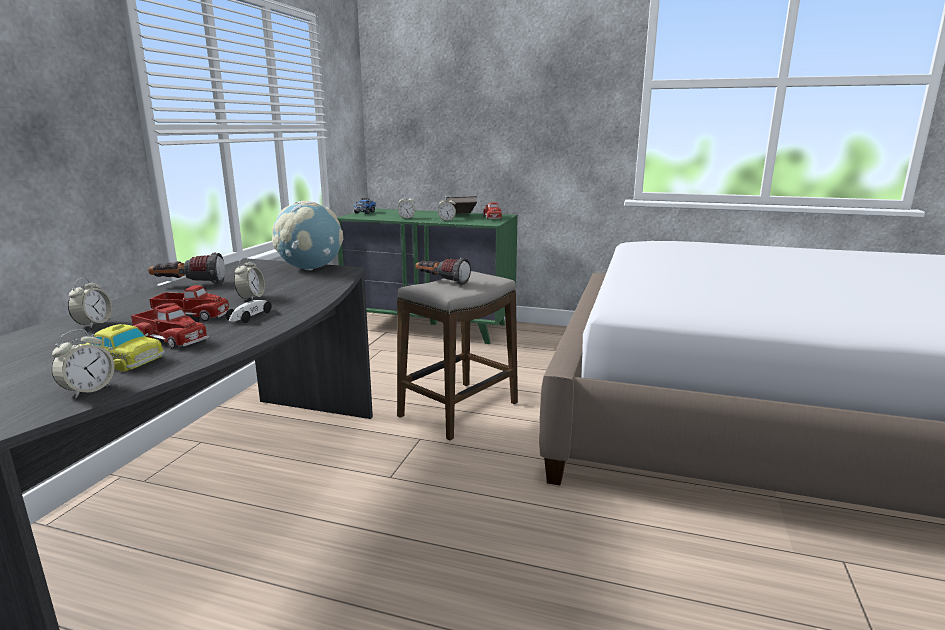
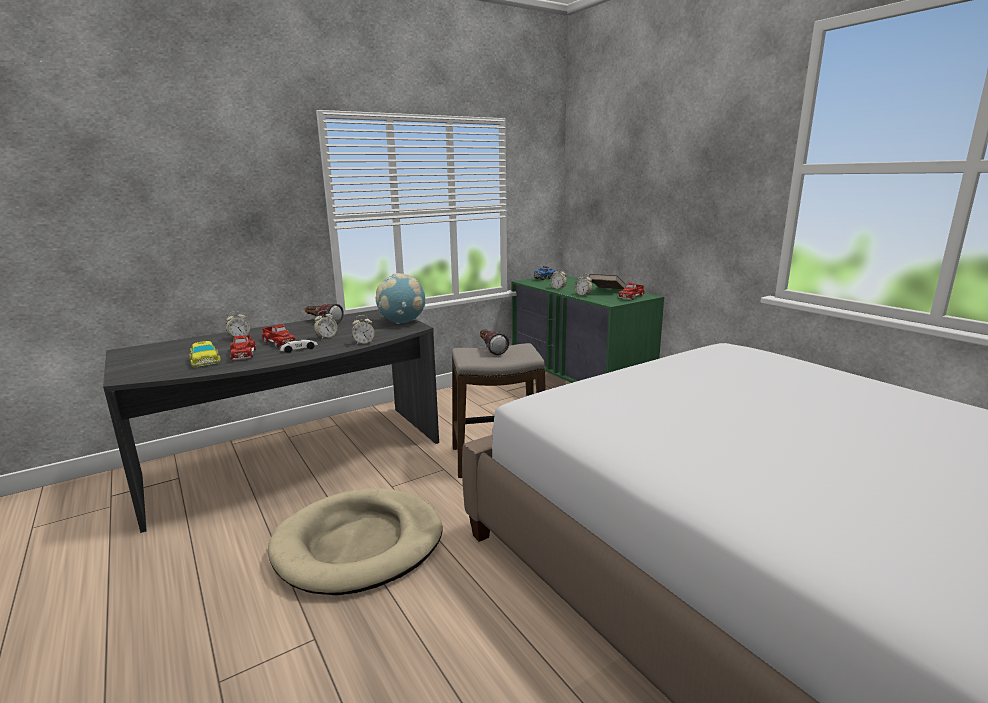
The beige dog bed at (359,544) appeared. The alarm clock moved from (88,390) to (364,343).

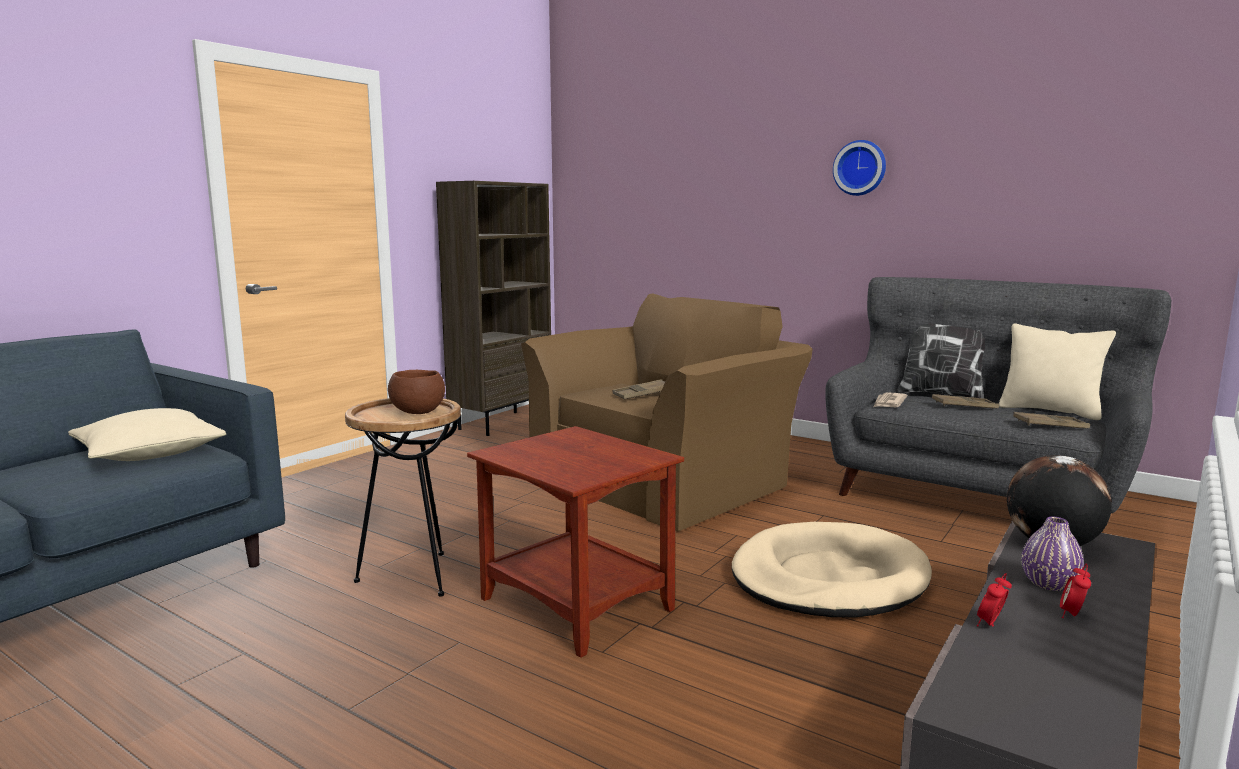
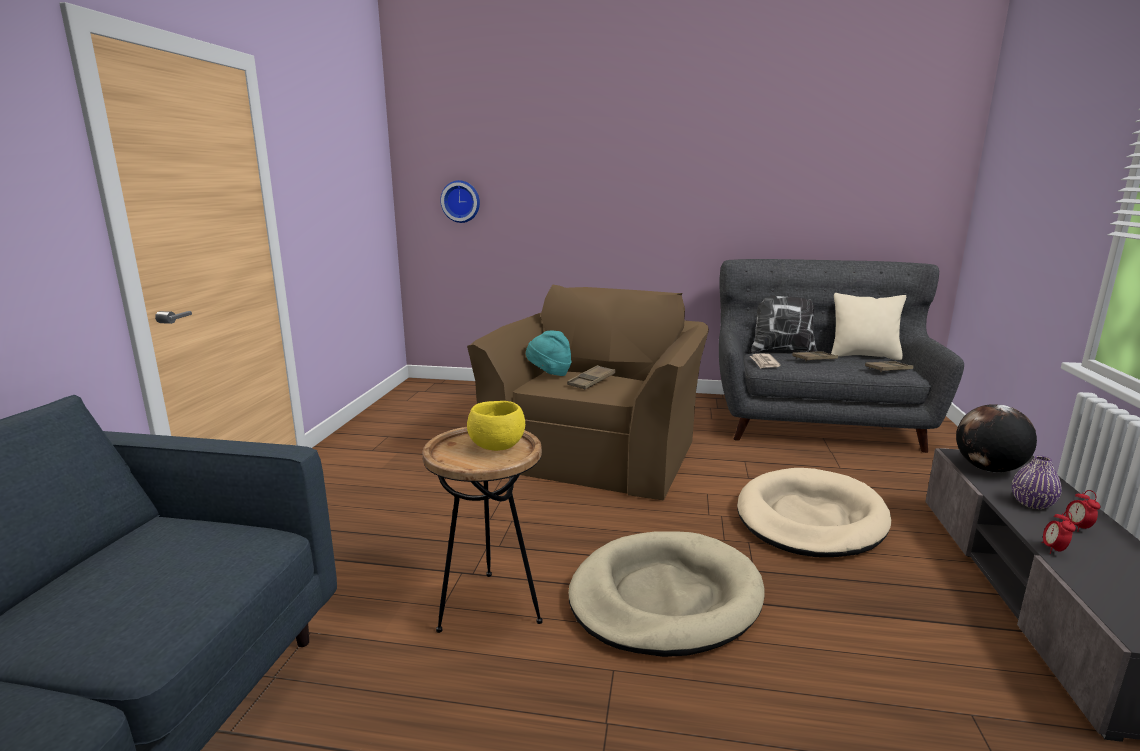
The beige pillow at (150,453) disappeared. The brown bookcase at (501,423) disappeared. The turquoise hat at (549,374) appeared. The wall clock moved from (860,168) to (461,201). The brown side table at (574,605) was replaced by the beige dog bed at (664,598). The brown bowl at (418,412) became the yellow bowl at (497,447).

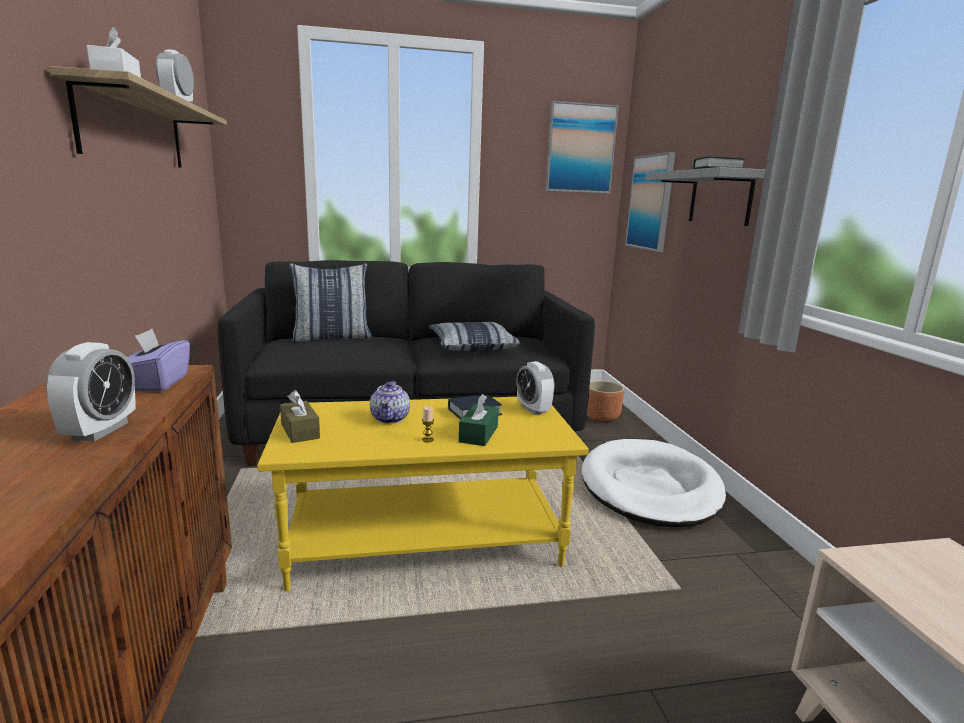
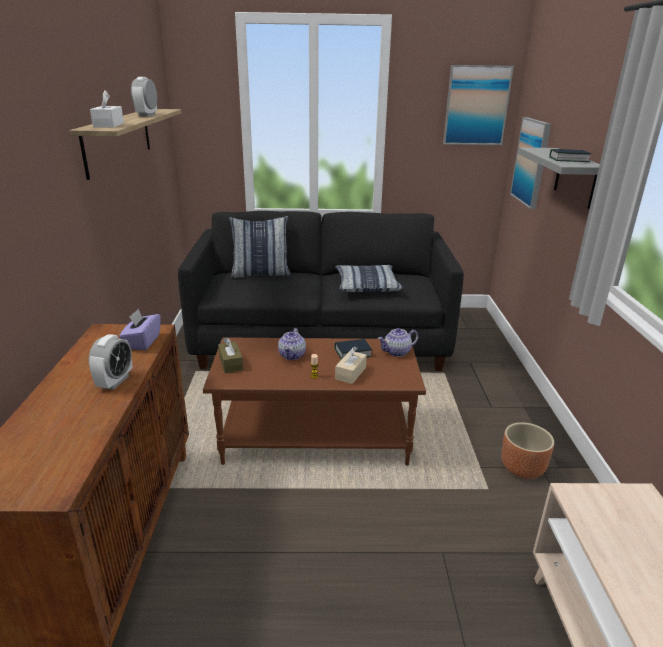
The white dog bed at (650,488) disappeared. The brown planter moved from (601,418) to (522,468). The alarm clock at (533,409) was replaced by the teapot at (397,352). The yellow coffee table at (425,539) became the brown coffee table at (316,436). The green tissue box at (478,434) became the beige tissue box at (350,373).

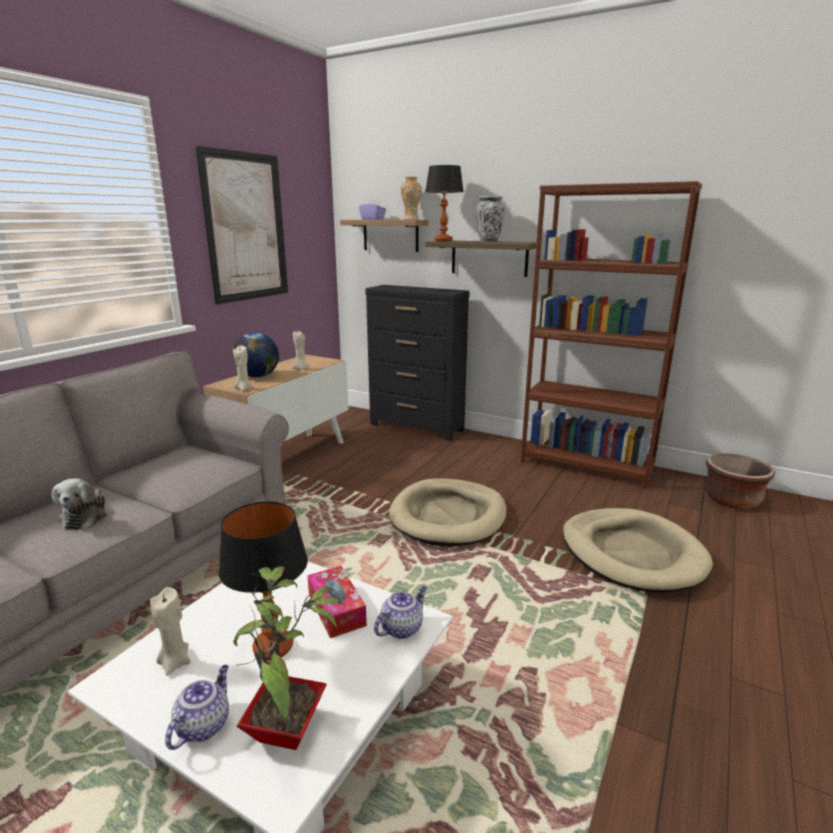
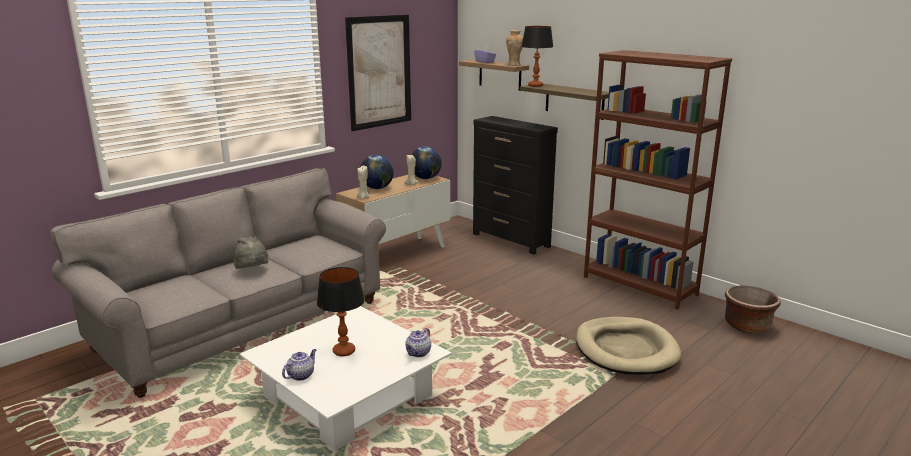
The beige candle at (175,662) disappeared. The potted plant at (290,731) disappeared. The tissue box at (336,609) disappeared. The beige dog bed at (448,516) disappeared. The vase at (488,242) disappeared. The globe at (425,178) appeared. The plush toy at (85,516) was replaced by the grey hat at (252,271). The teapot at (402,627) turned 150 degrees clockwise.

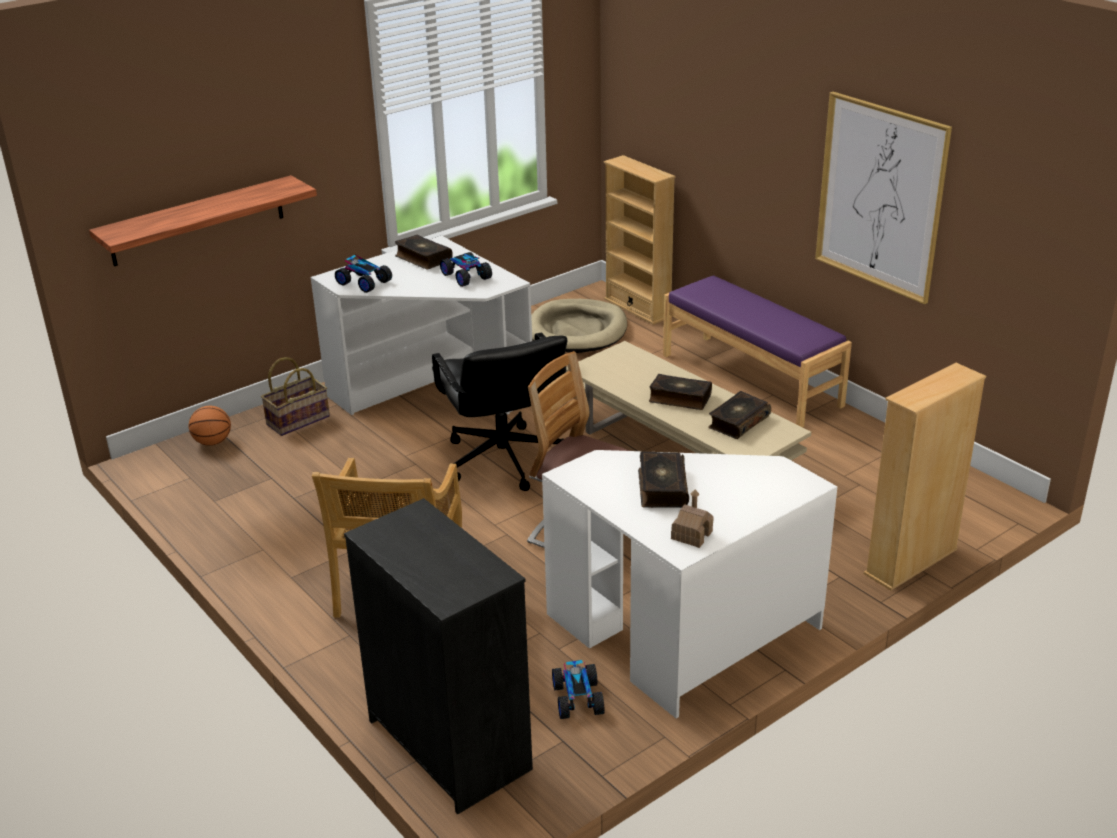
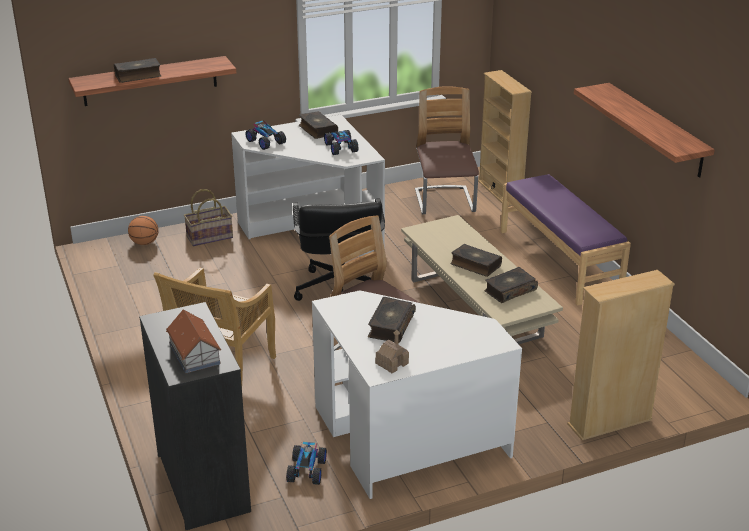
The book at (138,76) appeared. The toy house at (194,354) appeared. The beige dog bed at (577,330) was replaced by the chair at (444,202). The picture at (880,197) was replaced by the shelf at (656,130).

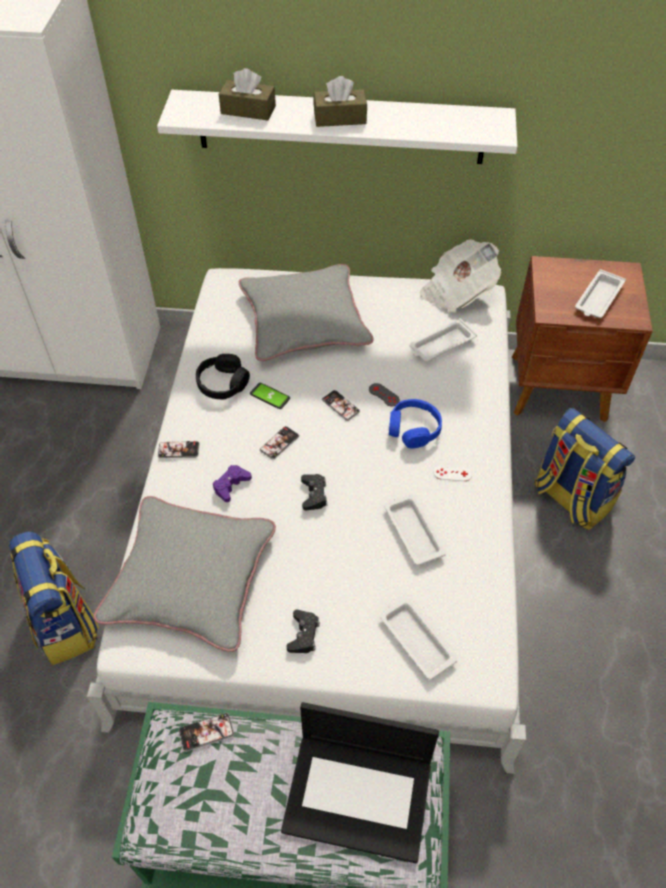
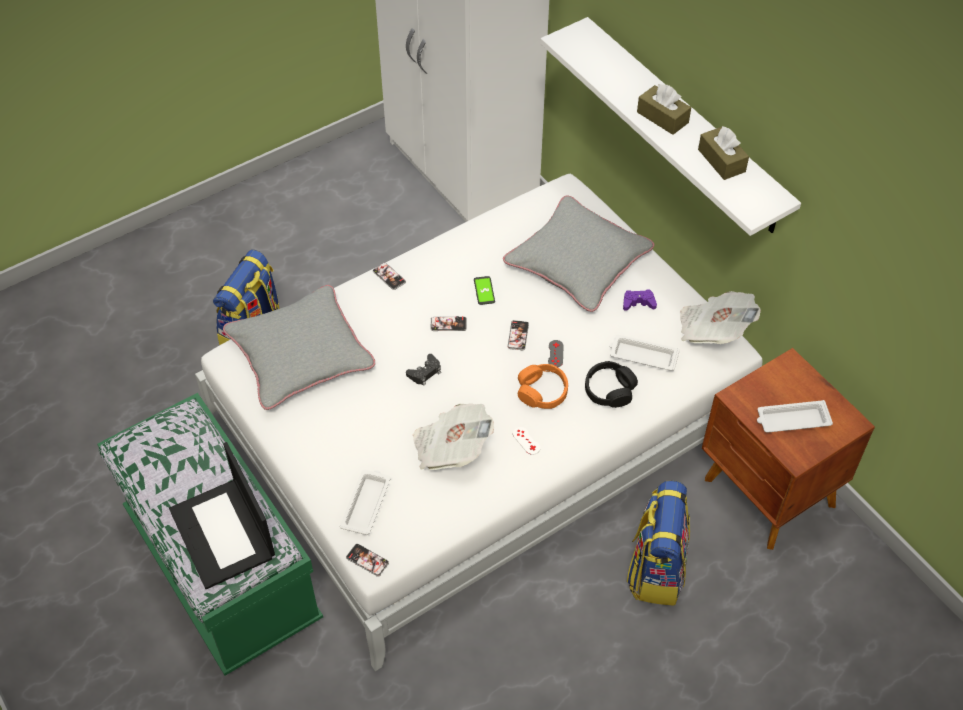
The black game controller at (303,634) disappeared. The phone moved from (206,732) to (367,560). The black headphones moved from (222,383) to (609,390). The purple game controller moved from (231,485) to (638,303). The brown tissue box moved from (248,110) to (721,160). The white tray at (413,531) was replaced by the newspaper at (451,448). The blue headphones at (413,429) became the orange headphones at (542,391).

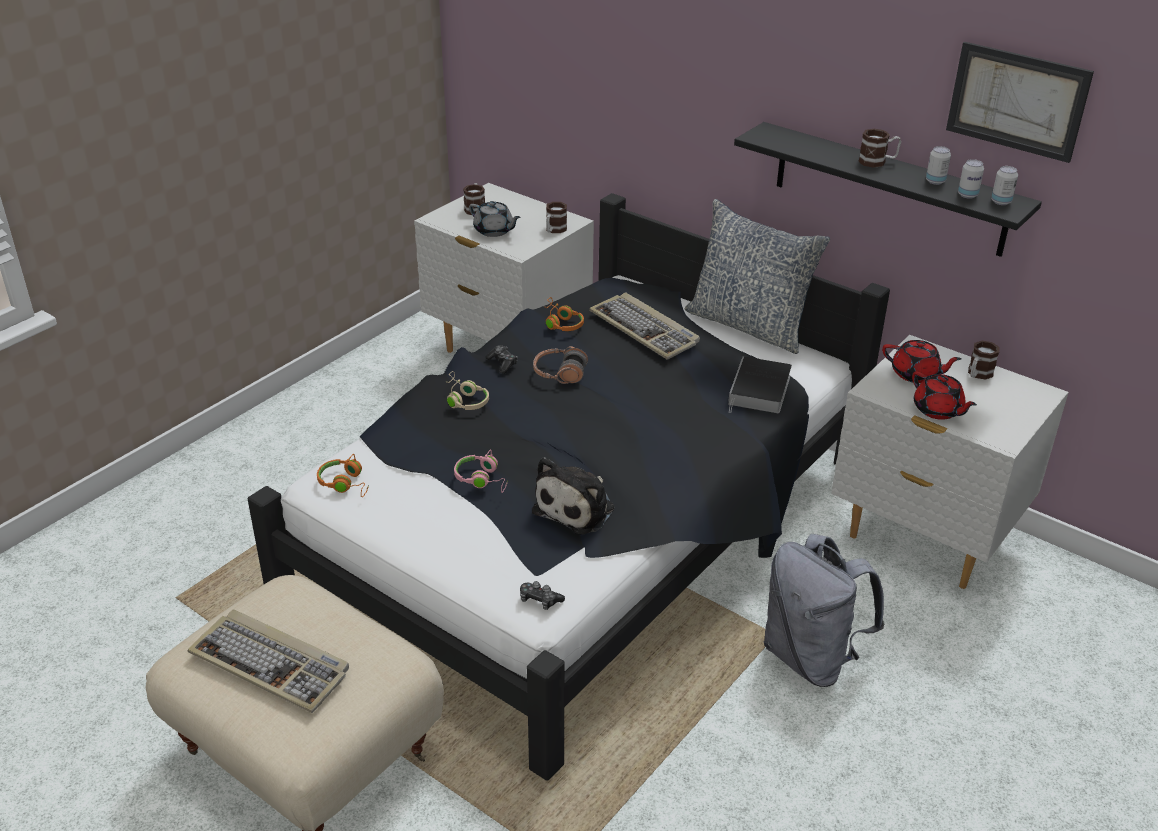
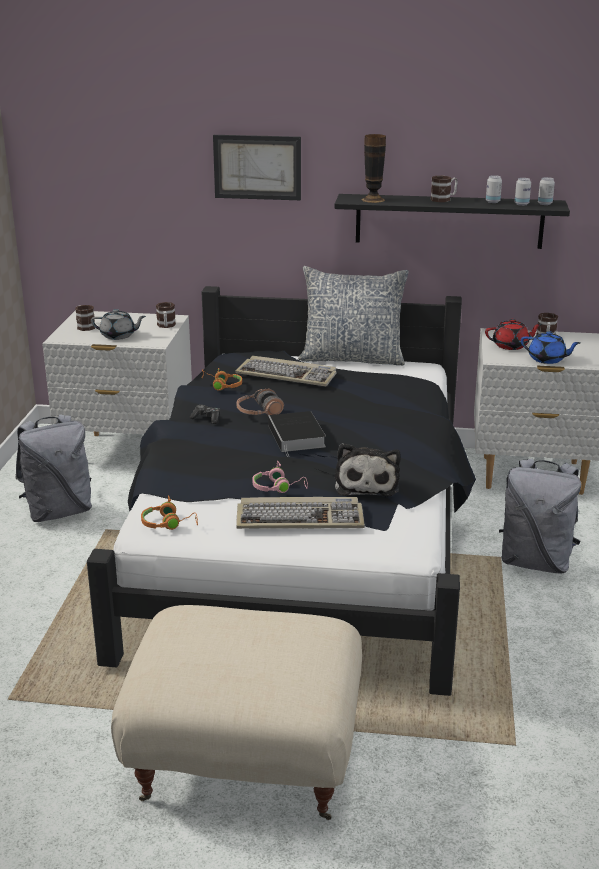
The beige headphones at (464,399) disappeared. The game controller at (539,600) disappeared. The grey backpack at (59,512) appeared. The vase at (373,199) appeared. The keyboard moved from (272,664) to (300,518). The book moved from (760,391) to (297,437). The picture moved from (1017,101) to (257,167). The red teapot at (938,410) became the blue teapot at (547,359).

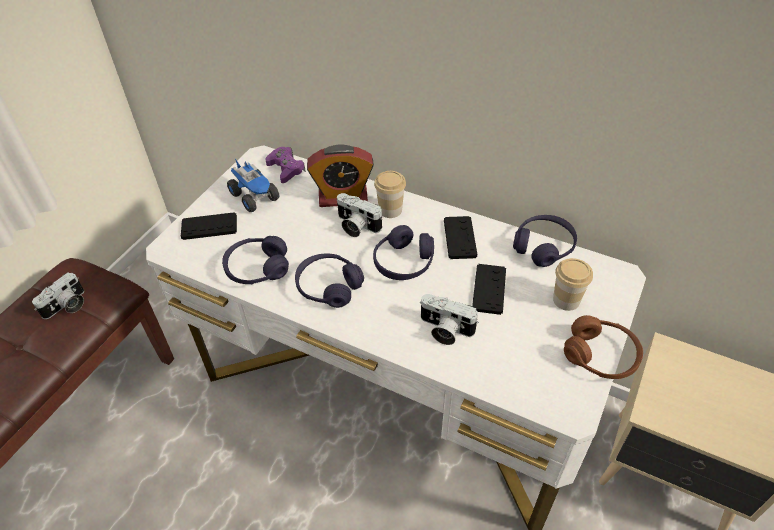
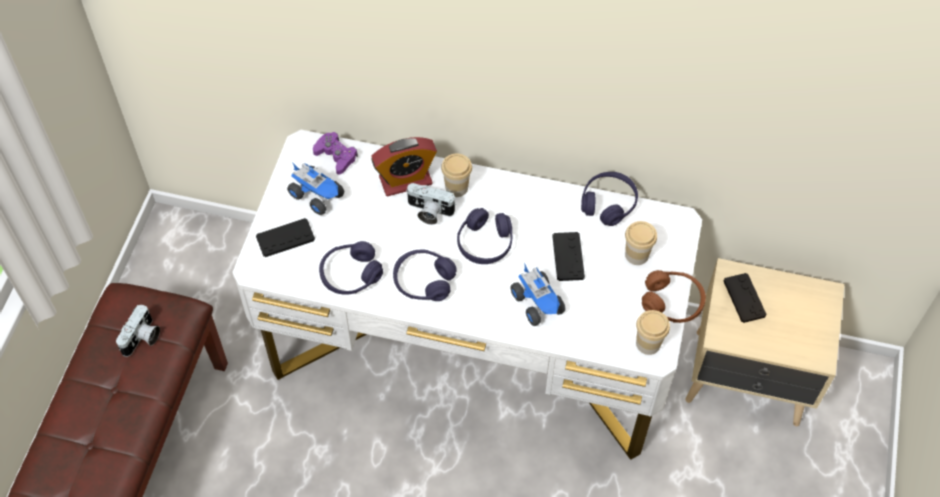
The cup at (648,343) appeared. The black game controller moved from (460,238) to (744,298). The photo camera at (444,330) was replaced by the toy truck at (538,303).

